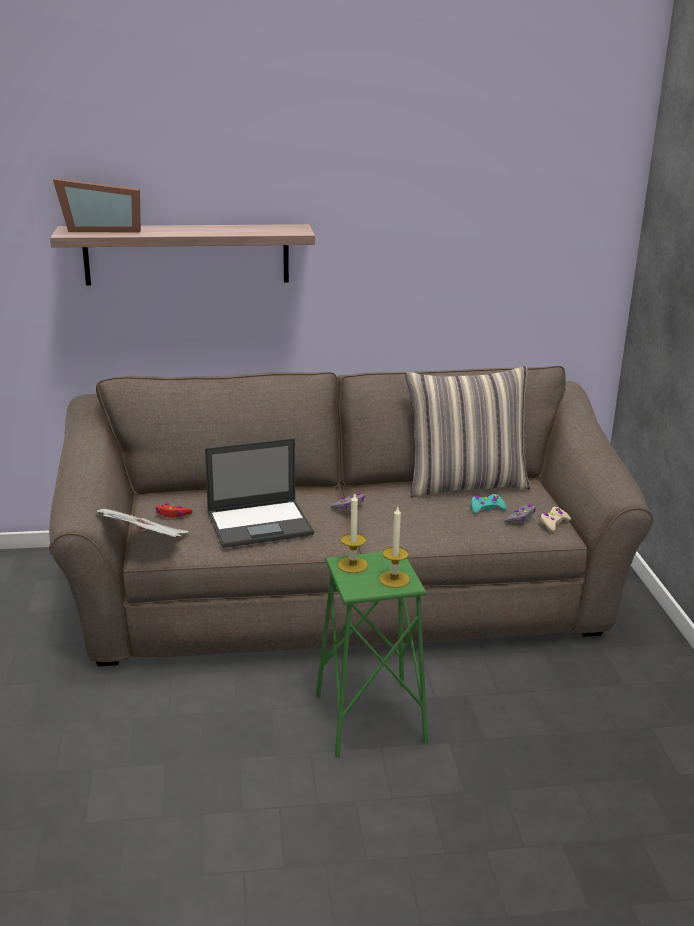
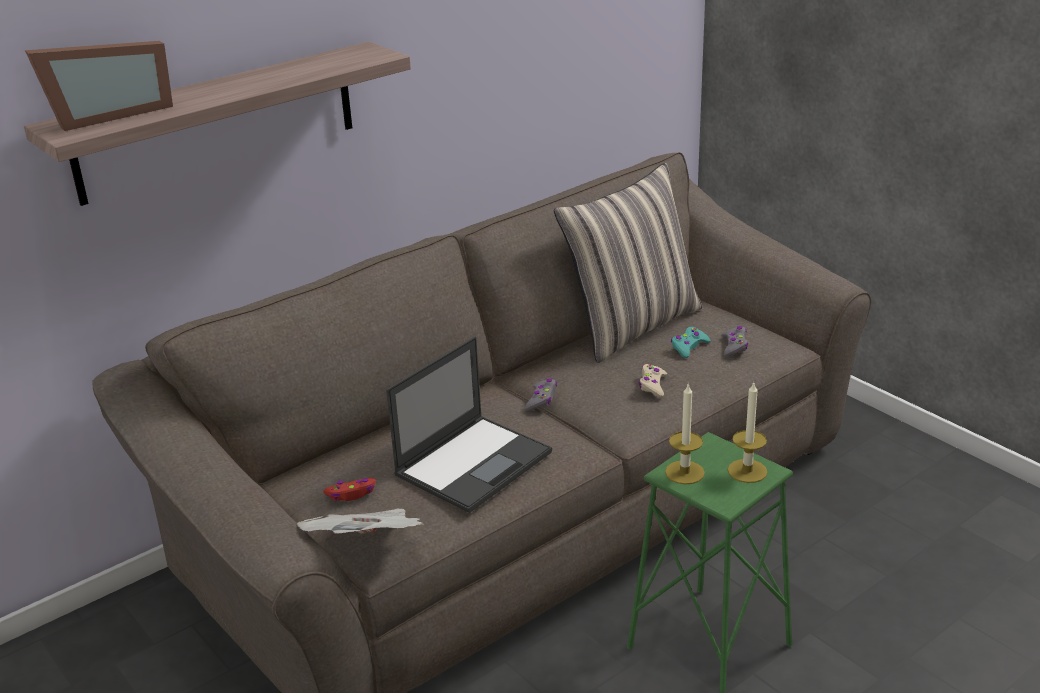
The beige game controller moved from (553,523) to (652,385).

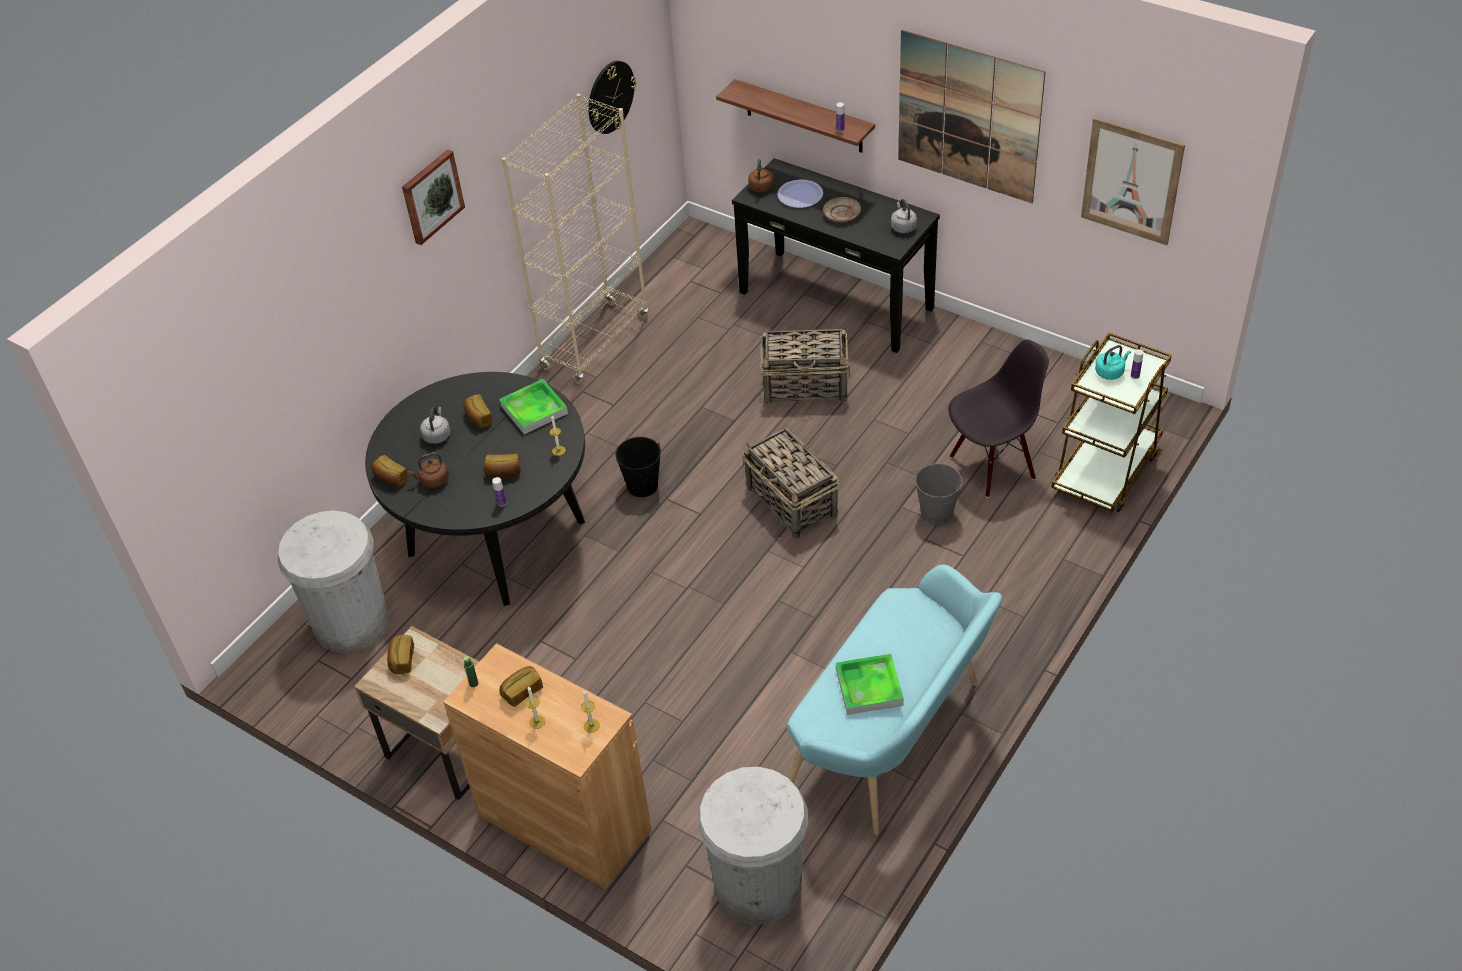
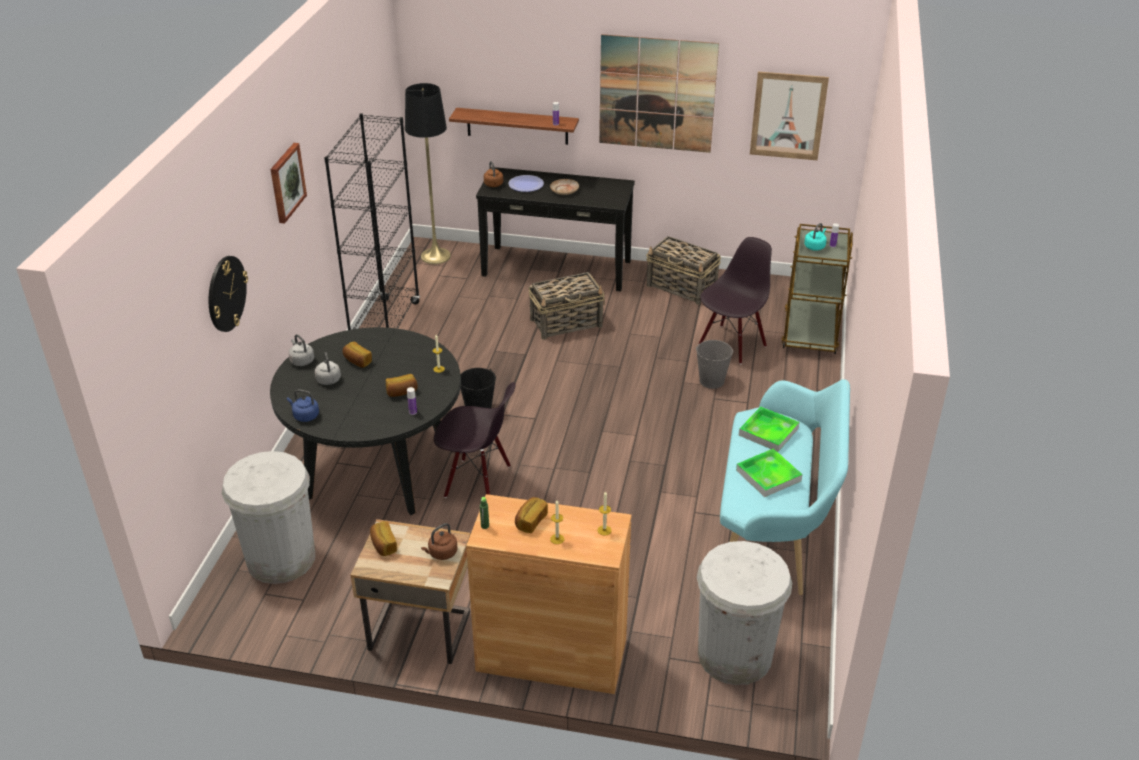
The black floor lamp at (435,256) appeared. The black chair at (477,482) appeared. The brown kettle moved from (433,481) to (441,553). The tray moved from (534,409) to (768,432). The wall clock moved from (610,97) to (226,293). The basket moved from (792,502) to (682,287). The grey kettle moved from (903,227) to (301,360). The bread at (390,479) was replaced by the blue kettle at (305,416). The beige bookcase at (595,343) became the black bookcase at (386,326).

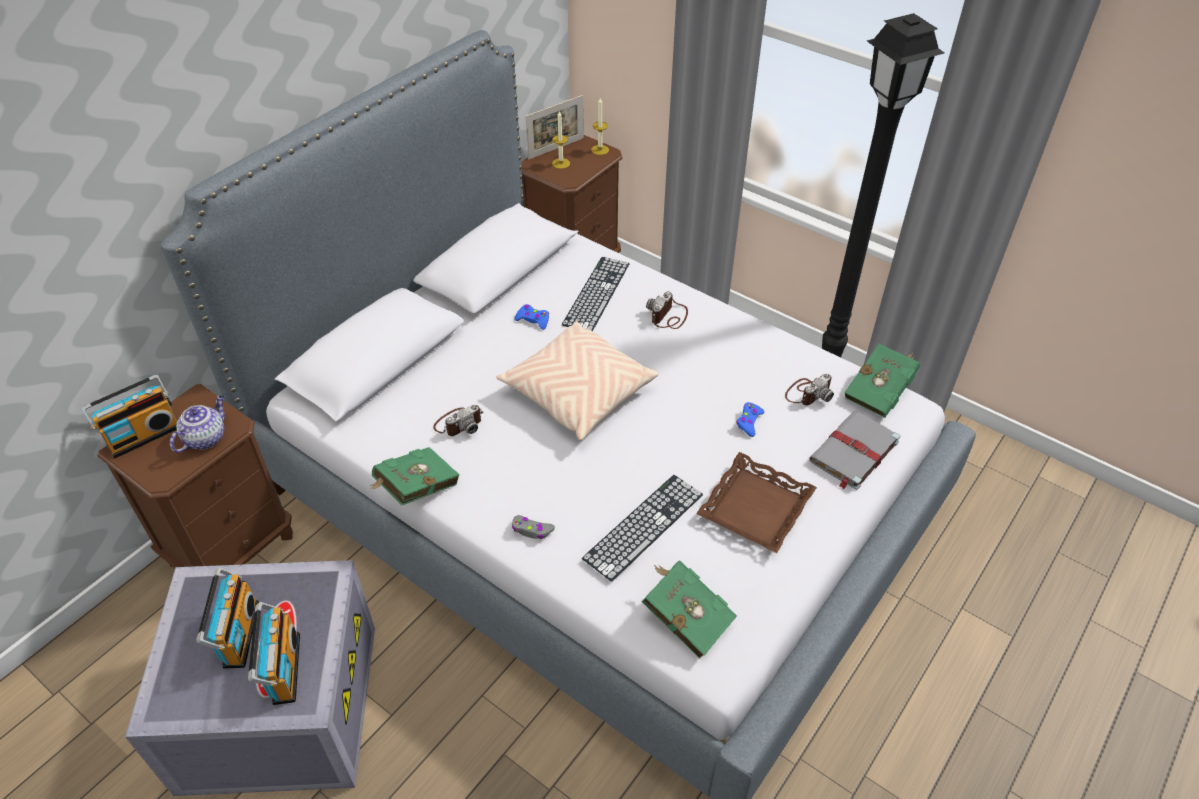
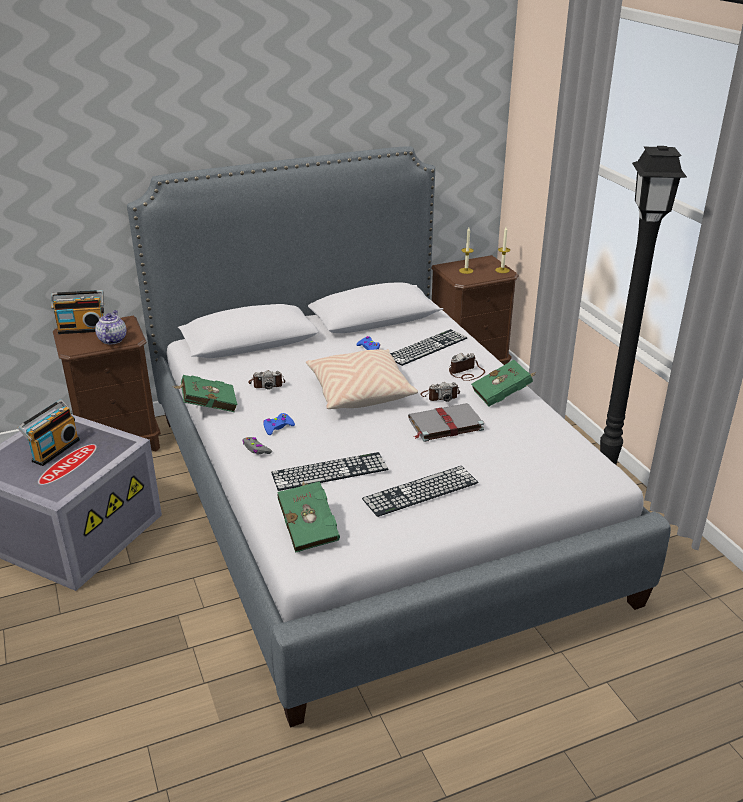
The radio at (282,669) disappeared. The picture frame at (556,148) disappeared. The blue game controller moved from (749,422) to (278,427). The photo camera moved from (807,393) to (440,396). The grey book moved from (853,452) to (444,424). The green book moved from (880,392) to (503,395). The brown tray at (756,508) was replaced by the keyboard at (420,491). The teapot at (206,437) turned 60 degrees counterclockwise.

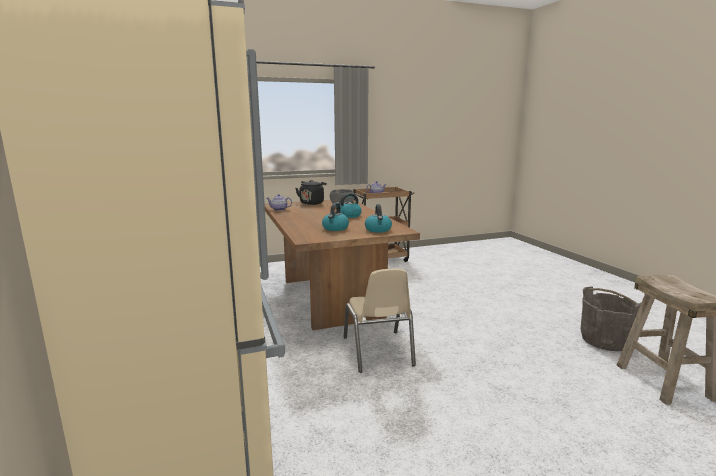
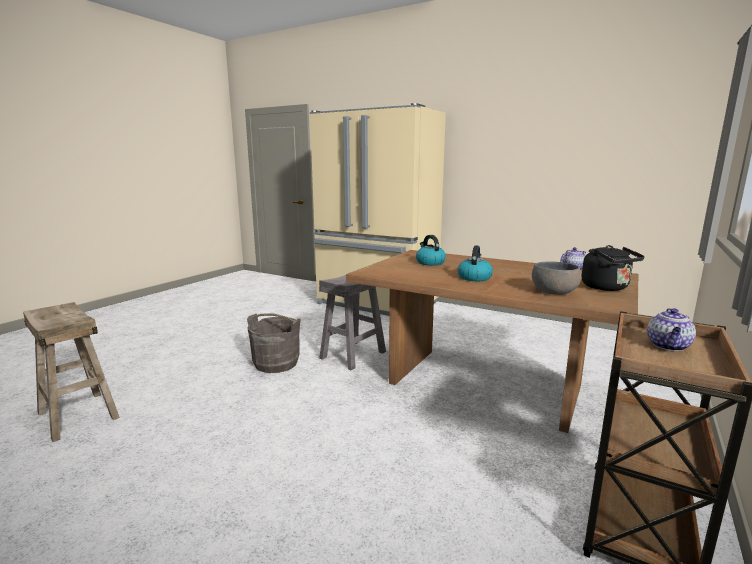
The kettle at (378,230) disappeared. The grey bucket moved from (605,340) to (276,363). The beige chair at (378,351) was replaced by the grey stool at (353,354).

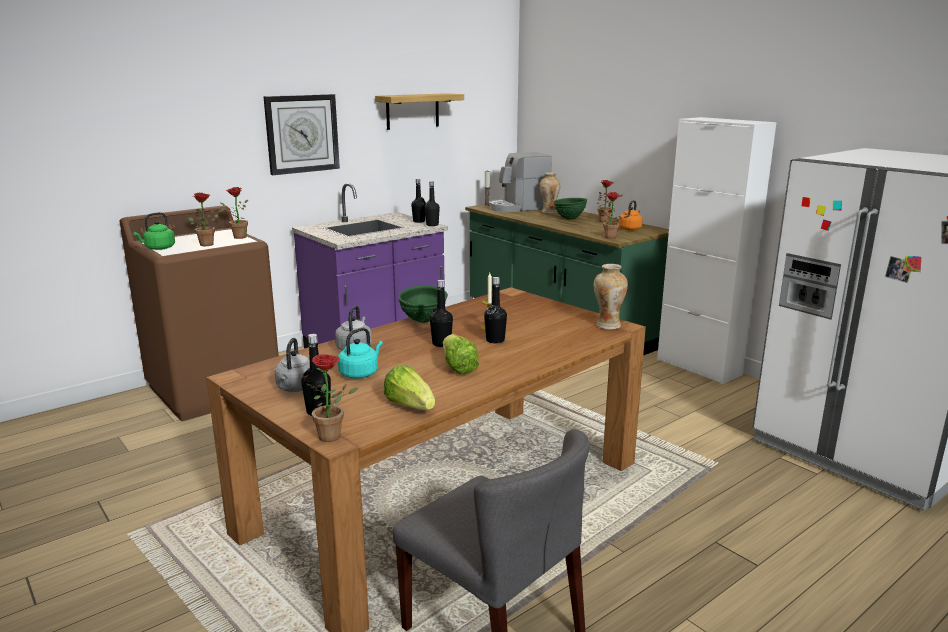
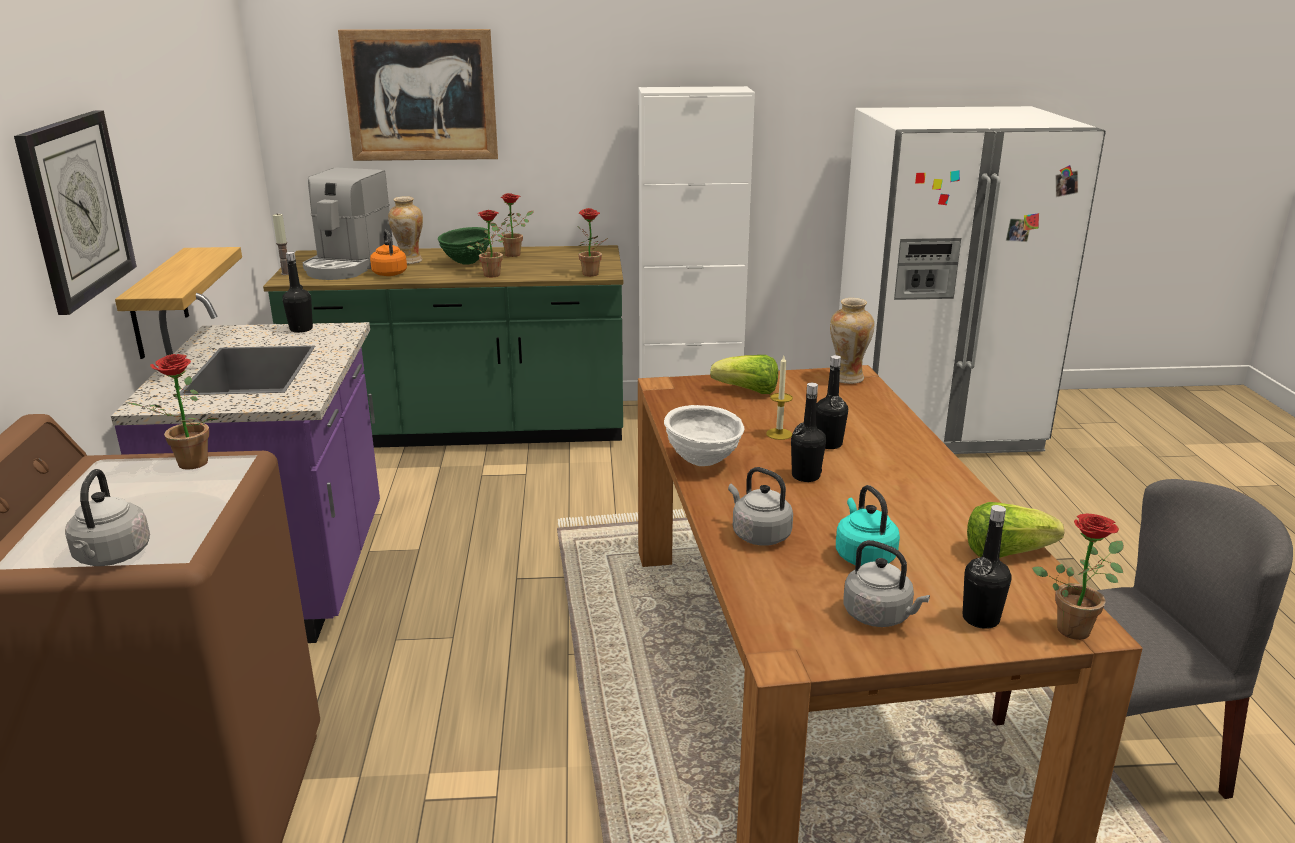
The black bottle at (432,225) disappeared. The picture at (420,95) appeared. The potted plant moved from (209,244) to (491,274). The shelf moved from (412,111) to (158,304). The lettuce moved from (458,367) to (747,391). The orange kettle moved from (630,228) to (389,273). The green kettle at (158,248) became the grey kettle at (111,557). The green bowl at (423,321) became the white bowl at (703,463).

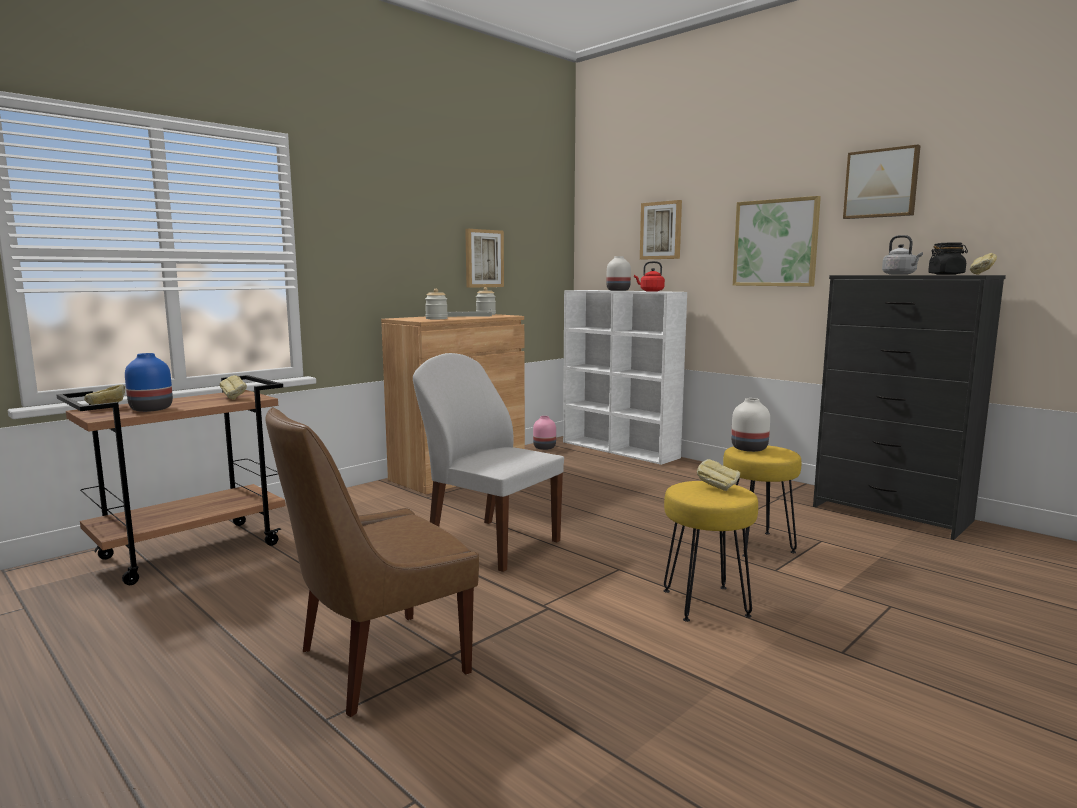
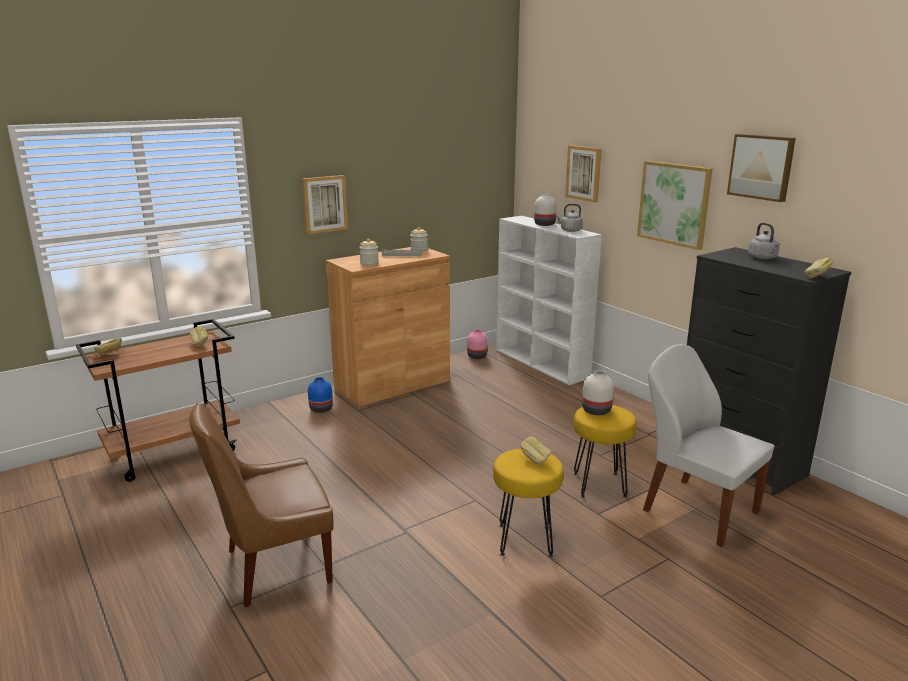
The black jar at (946,274) disappeared. The blue vase moved from (150,409) to (320,409). The white chair moved from (491,544) to (697,510). The picture moved from (483,258) to (324,204). The red kettle at (650,291) became the grey kettle at (569,230).

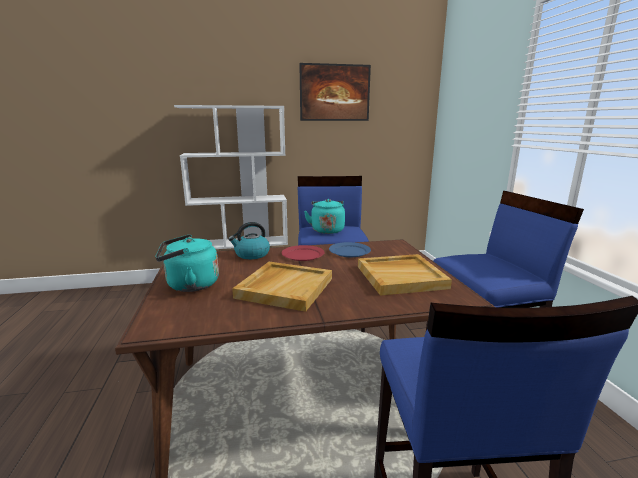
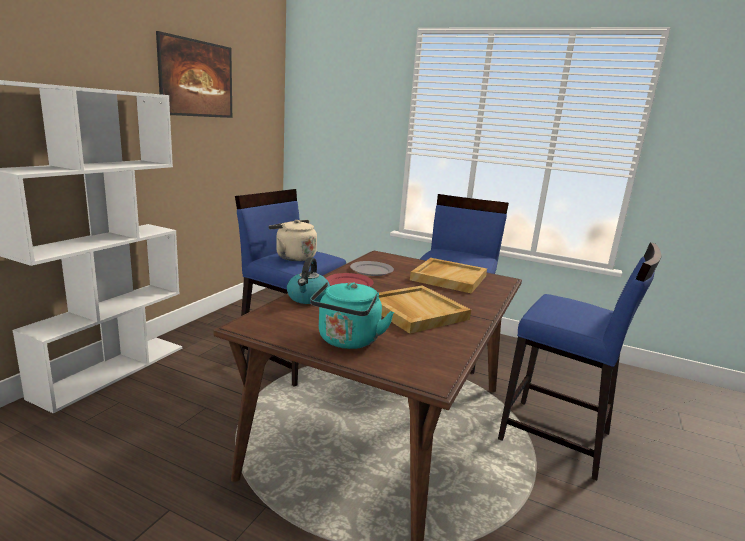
The turquoise kettle at (327,230) became the beige kettle at (293,257). The blue plate at (350,251) became the grey plate at (371,270).

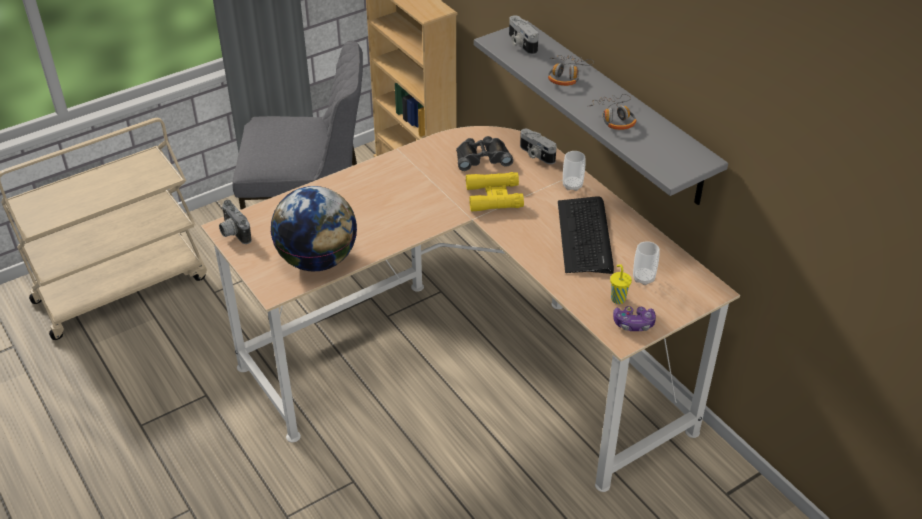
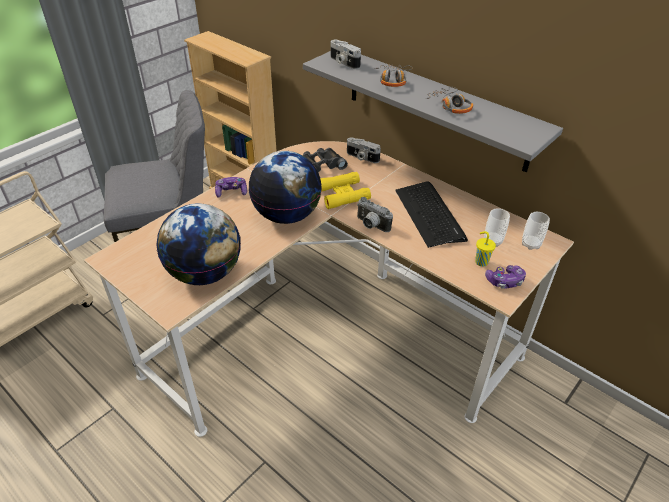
The game controller at (231,192) appeared. The globe at (287,215) appeared. The photo camera moved from (233,233) to (371,225). The cup moved from (572,185) to (531,244).

